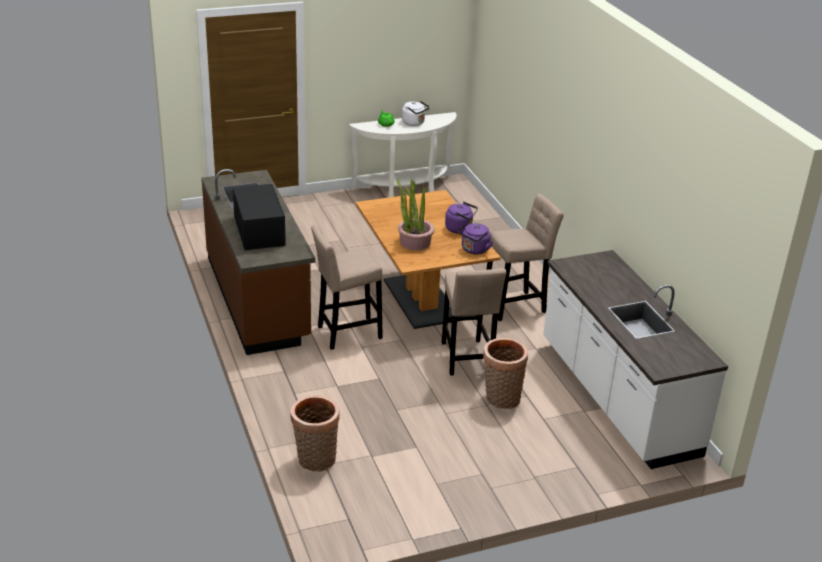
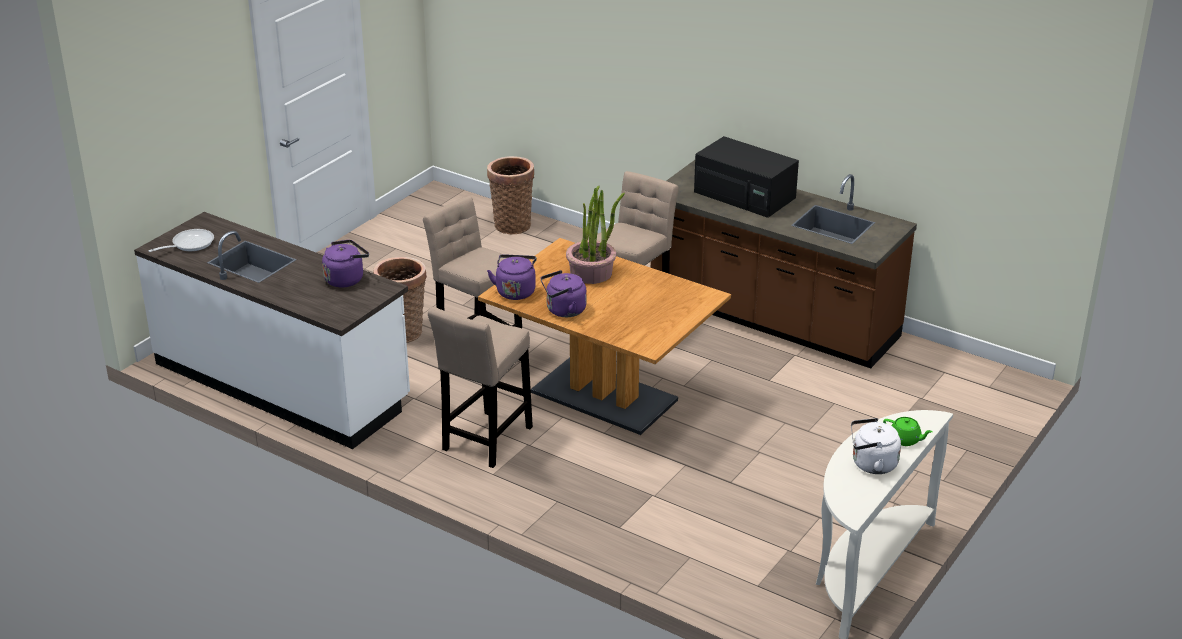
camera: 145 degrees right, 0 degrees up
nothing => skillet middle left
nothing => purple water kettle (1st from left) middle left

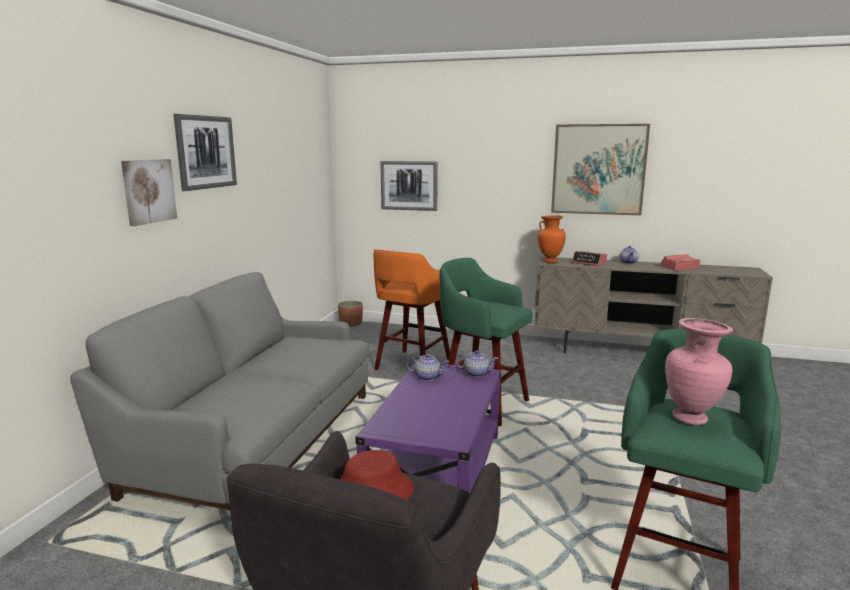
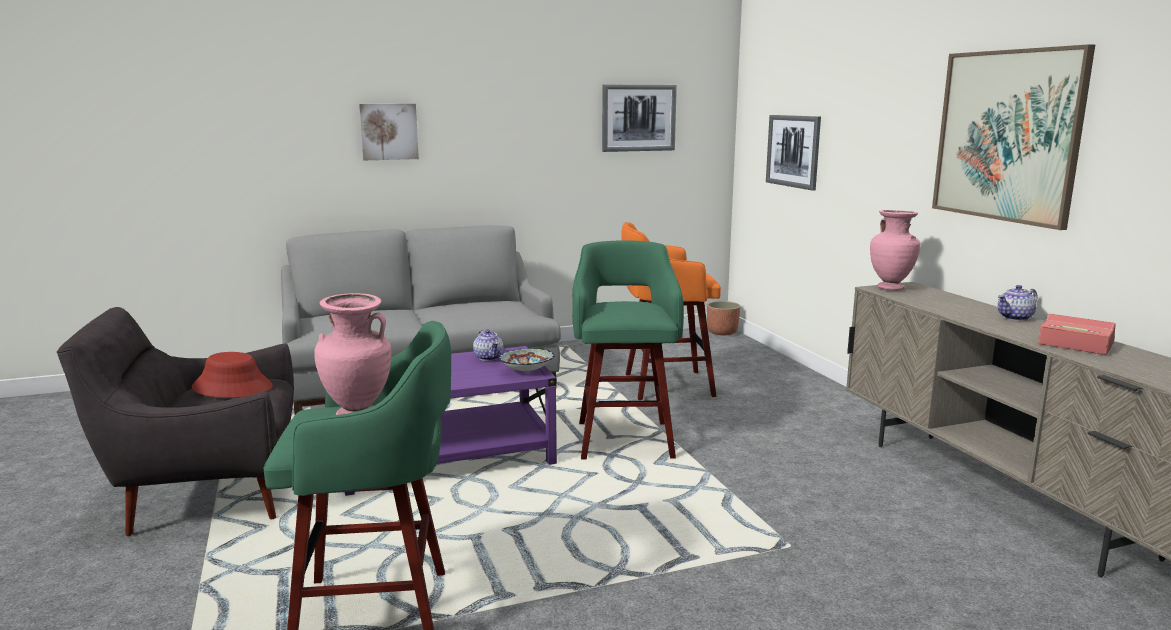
camera: 55 degrees right, 0 degrees up
wall picture (2nd from left) top left => wall picture (2nd from left) top centre, move
teapot (2nd from left) centre => deep dish centre
orangey vase centre => pink-coloured vase (2nd from left) middle right
bedside clock (1st from left) middle right => nothing

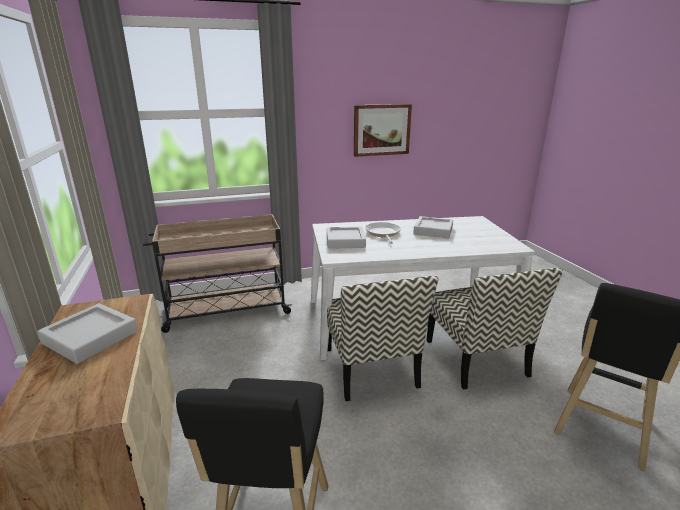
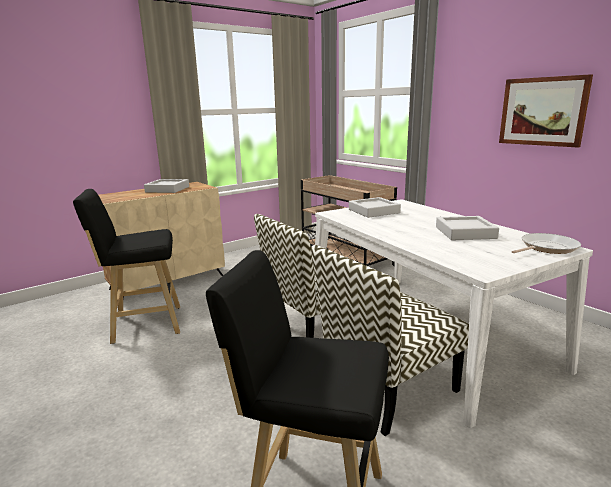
camera: 70 degrees right, 5 degrees down
skillet centre => skillet middle right, move

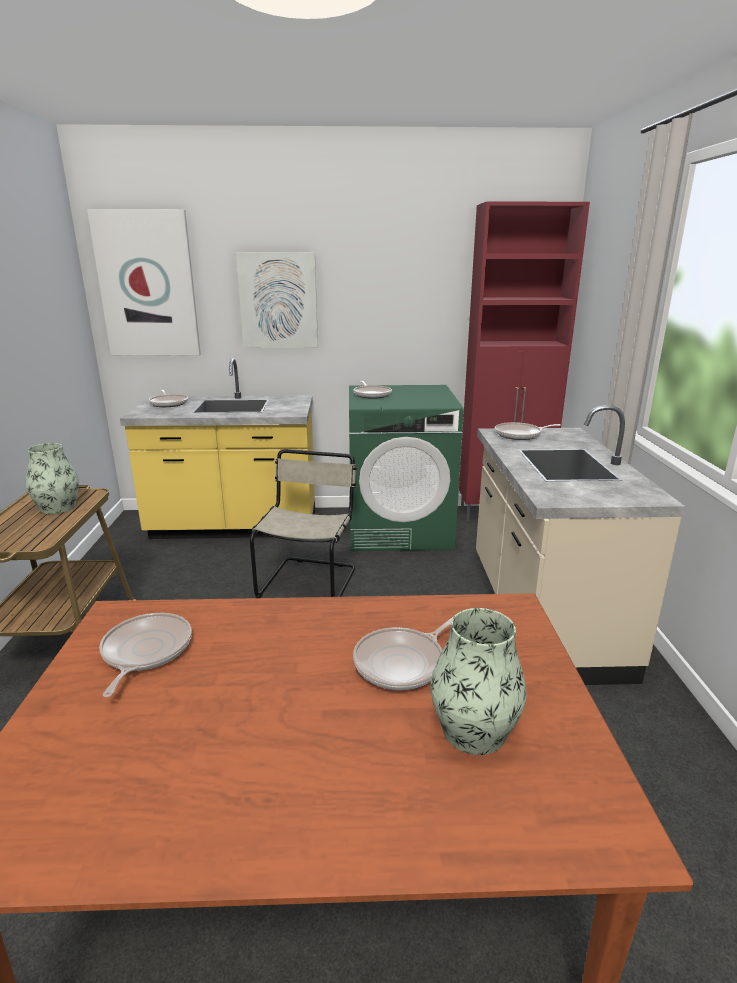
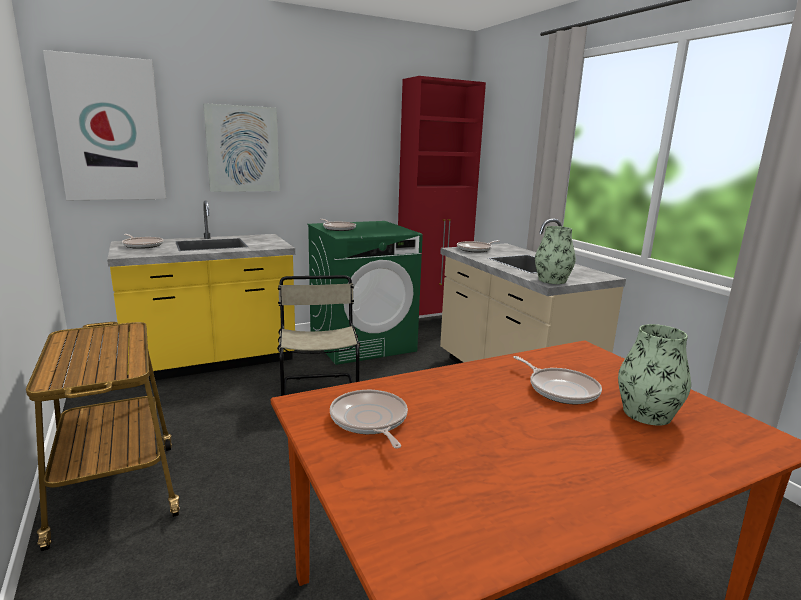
camera: 25 degrees left, 5 degrees down
vase (1st from left) middle left => vase (1st from left) middle right, move
skillet (4th from left in the first image) centre => skillet (5th from left) middle right, 60 degrees counterclockwise

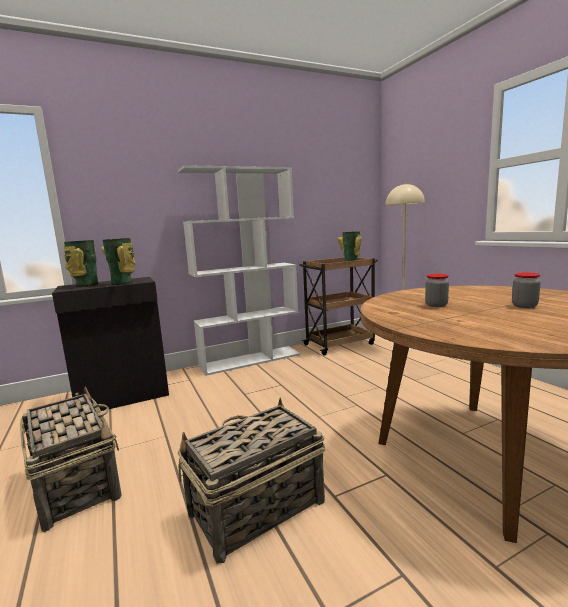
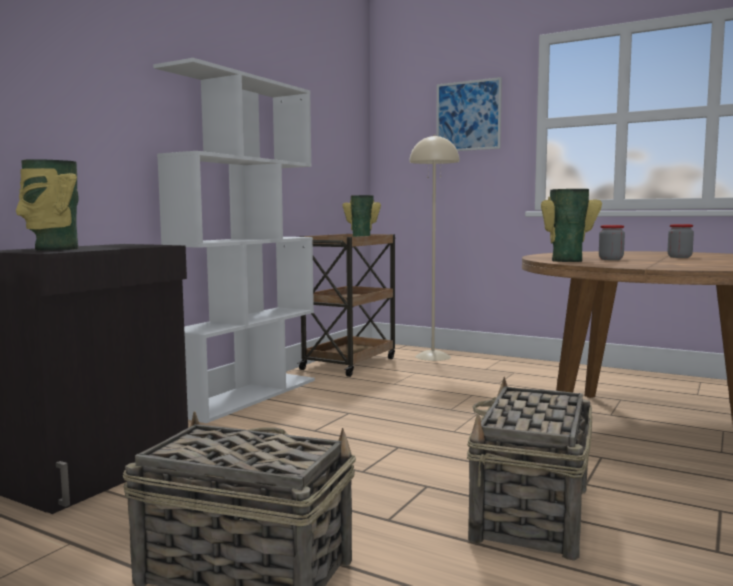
camera: 35 degrees left, 5 degrees down
vase (2nd from left in the first image) middle left => vase (3rd from left) middle right, move
nothing => wall picture top centre

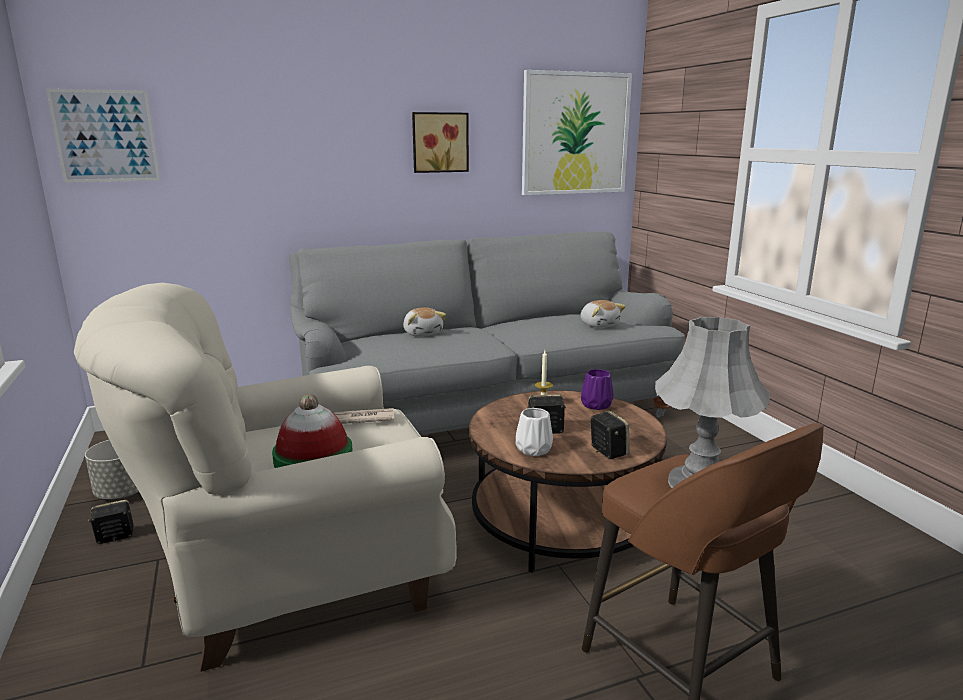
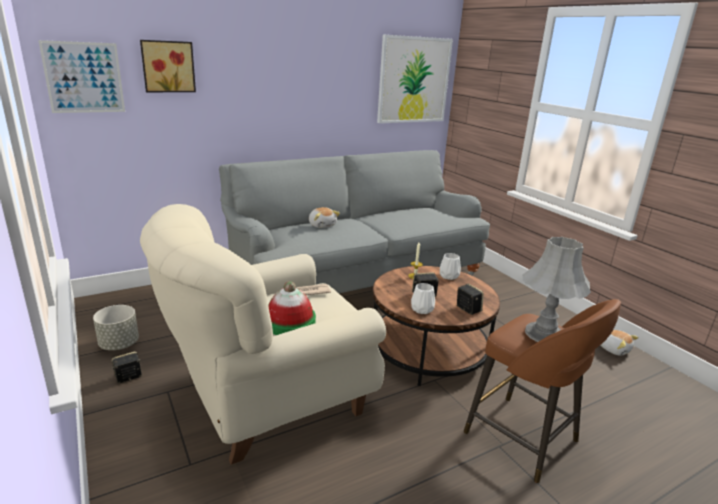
camera: 10 degrees left, 5 degrees up
wall picture (2nd from left) top centre => wall picture (2nd from left) top left, move
cuddly toy (2nd from left) centre => cuddly toy (2nd from left) bottom right, move
purple vase centre => white vase (2nd from left) centre

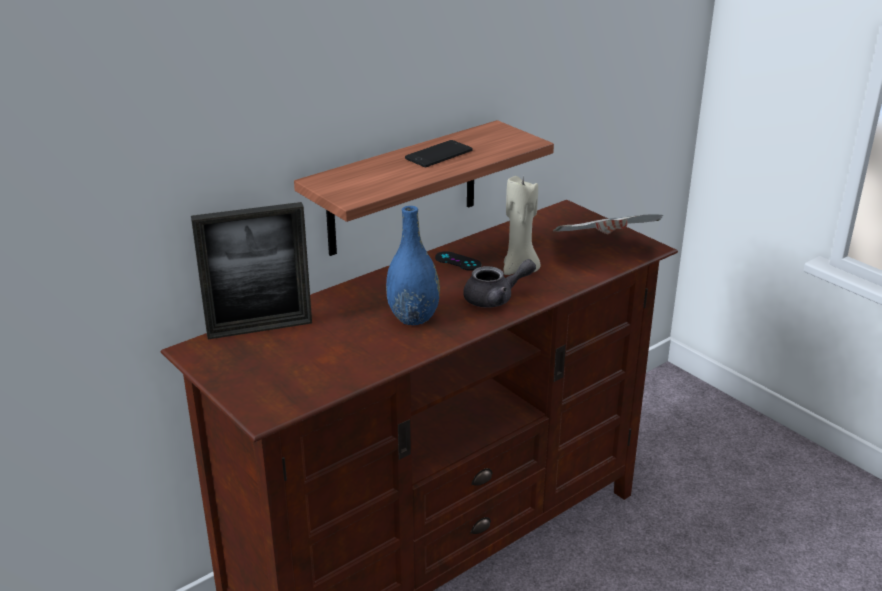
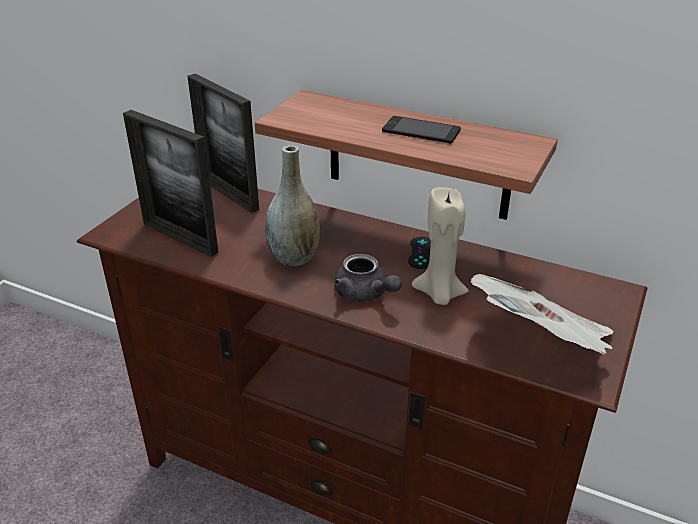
camera: 65 degrees right, 5 degrees up
bluish vase centre => greyish vase centre
nothing => standing frame (1st from left) middle left

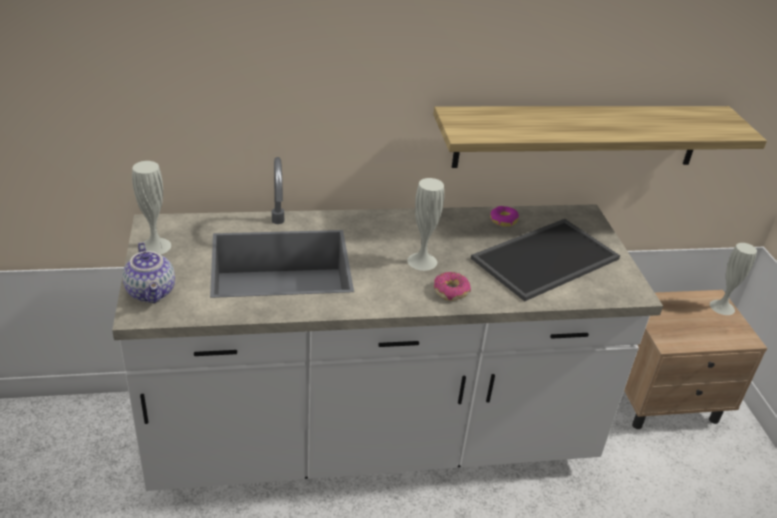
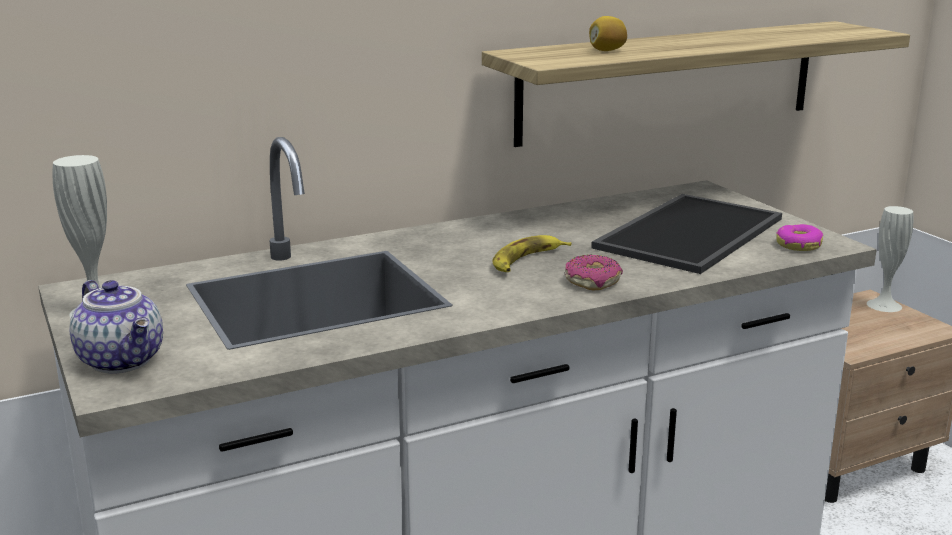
camera: 15 degrees left, 15 degrees down
white vase (2nd from left) centre => whole banana centre
doughnut (2nd from left) centre => doughnut (2nd from left) middle right, move
nothing => citrus fruit top centre

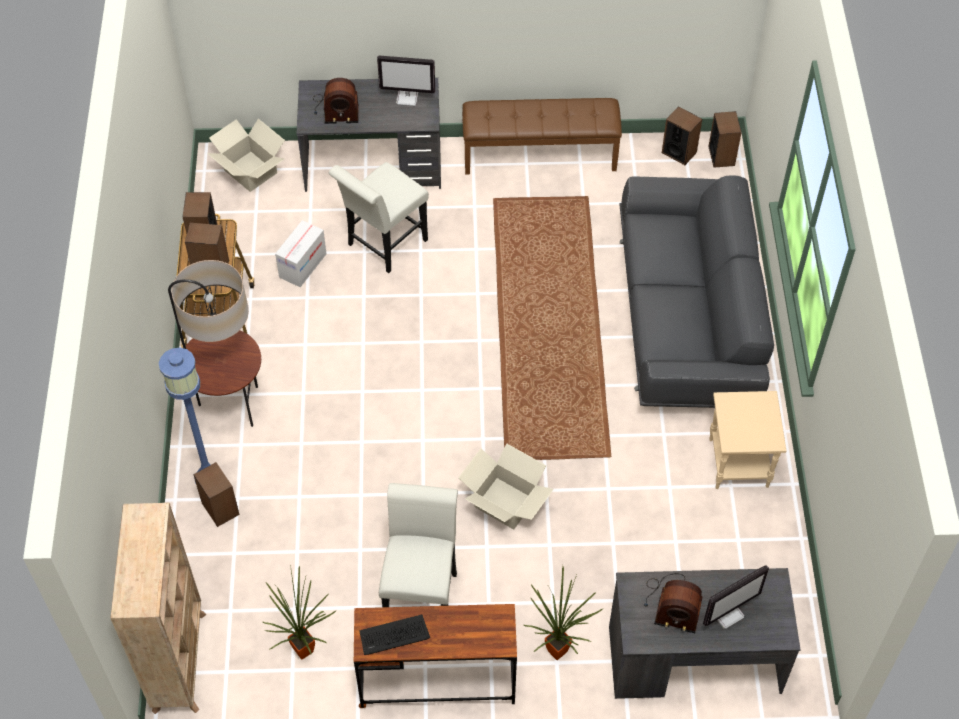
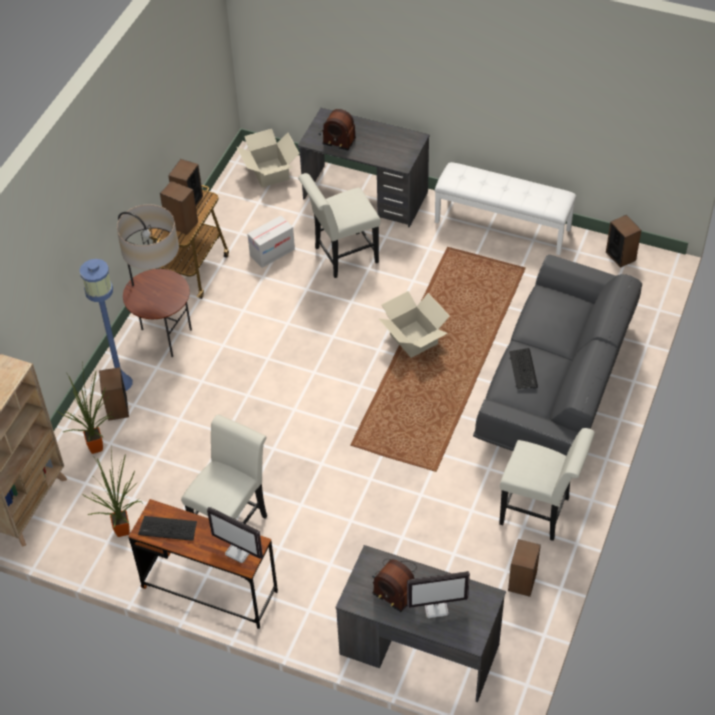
camera: 25 degrees right, 5 degrees down
computer display (1st from left) top centre => computer display (1st from left) bottom left, move
packing box (3rd from left) bottom centre => packing box (3rd from left) centre, move
brownish indoor bench top centre => white indoor bench top right
potted plant (2nd from left in the first image) bottom centre => potted plant (1st from left) middle left, move
loudspeaker (5th from left in the first image) top right => loudspeaker (4th from left) bottom right, move
beige-coloured end table middle right => white upright chair (3rd from left) bottom right
nothing => computer keyboard (2nd from left) middle right

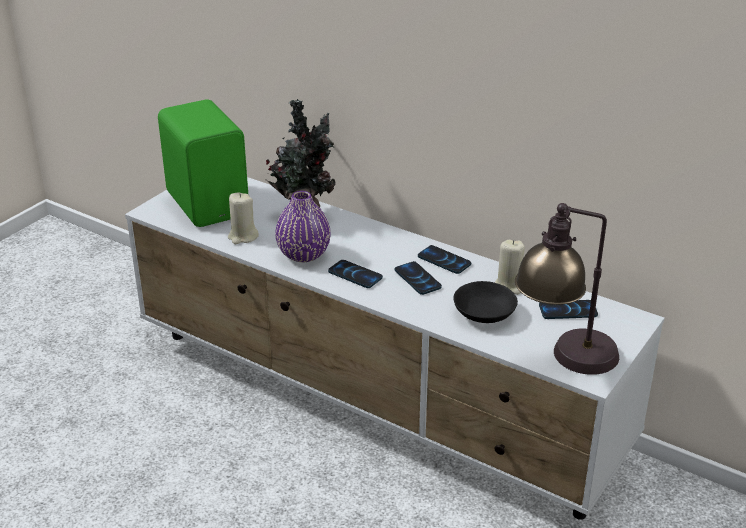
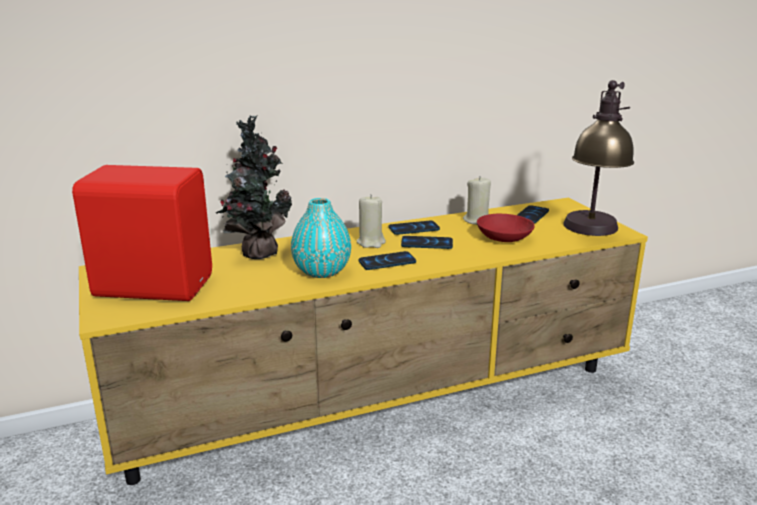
camera: 55 degrees left, 10 degrees down
white media console centre => yellowish media console bottom centre
greenish loudspeaker top left => red-coloured loudspeaker middle left
beige-coloured wax candle (1st from left) middle left => beige-coloured wax candle (1st from left) centre, move
purple vase centre => turquoise vase centre
blackish deep dish centre => red-coloured deep dish middle right

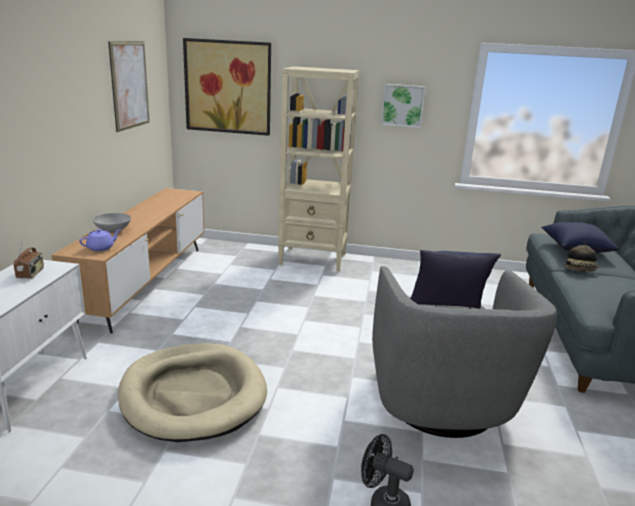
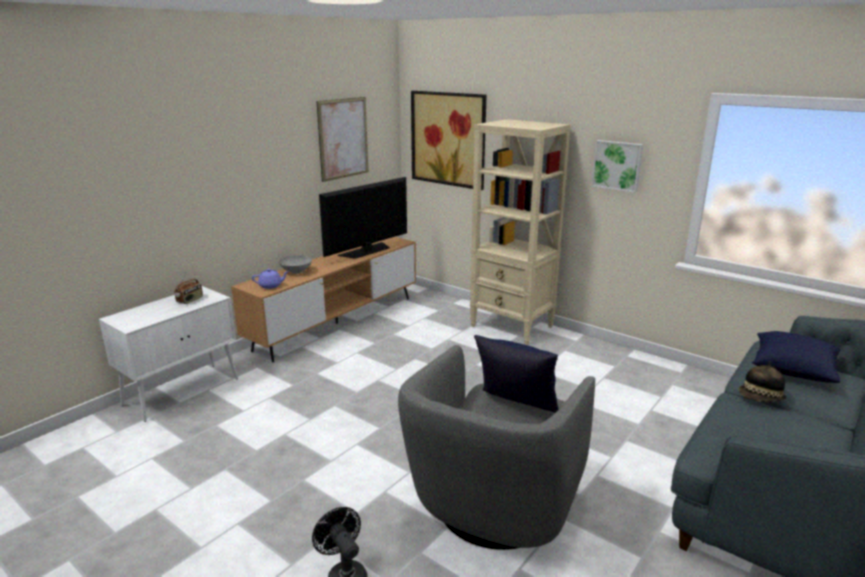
camera: 30 degrees right, 0 degrees up
beige-coloured dog bed bottom left => nothing
nothing => television centre

